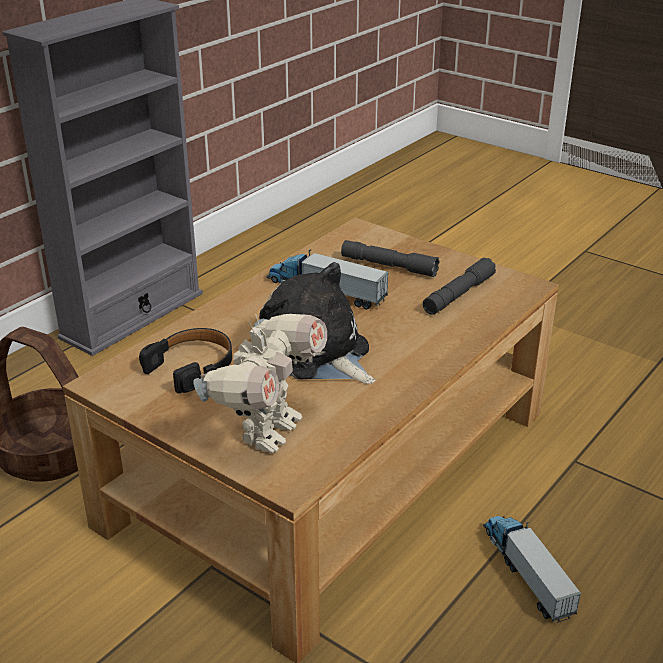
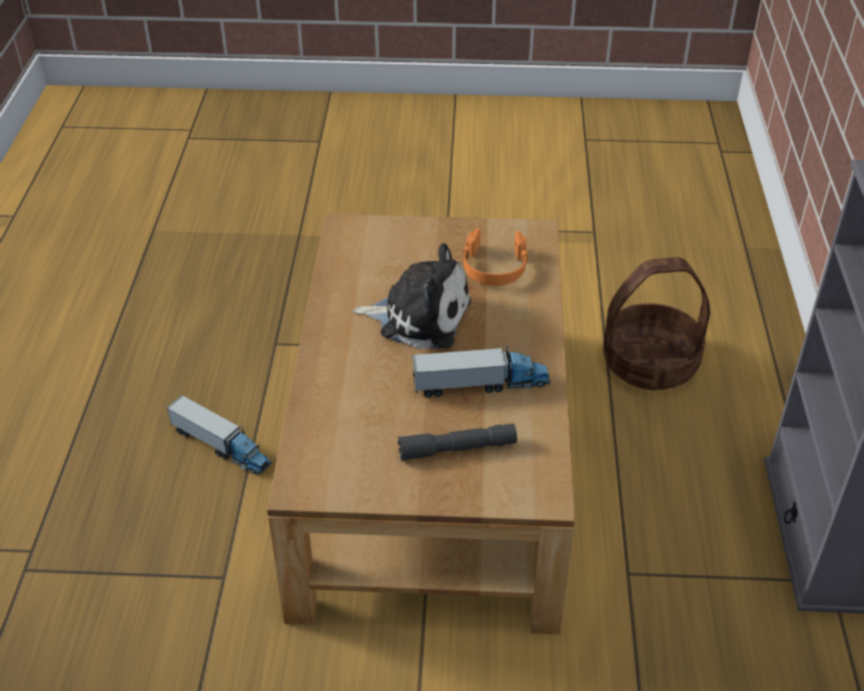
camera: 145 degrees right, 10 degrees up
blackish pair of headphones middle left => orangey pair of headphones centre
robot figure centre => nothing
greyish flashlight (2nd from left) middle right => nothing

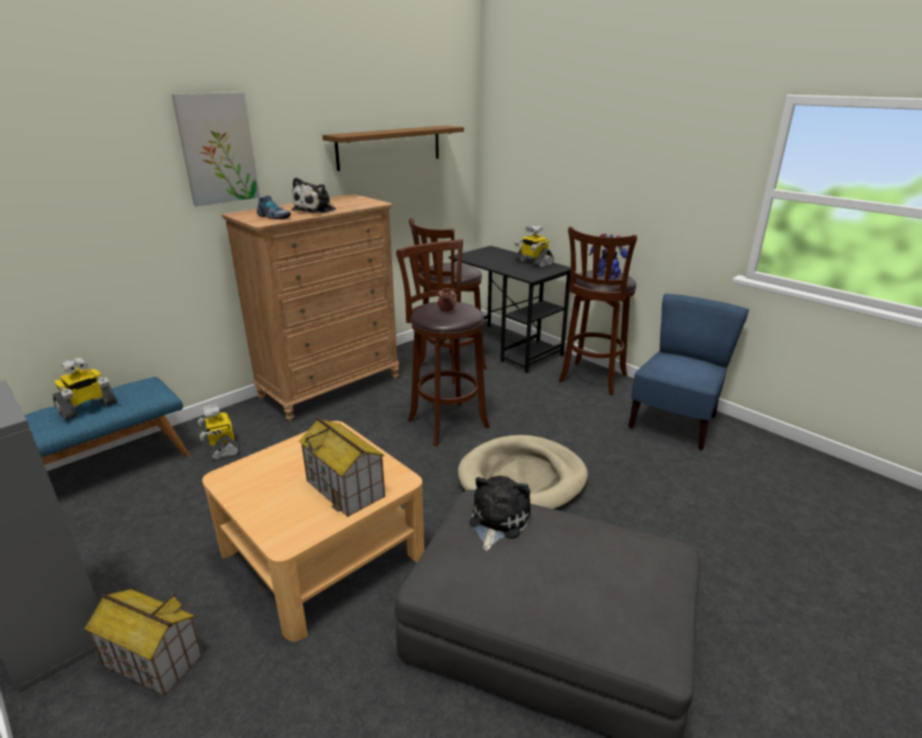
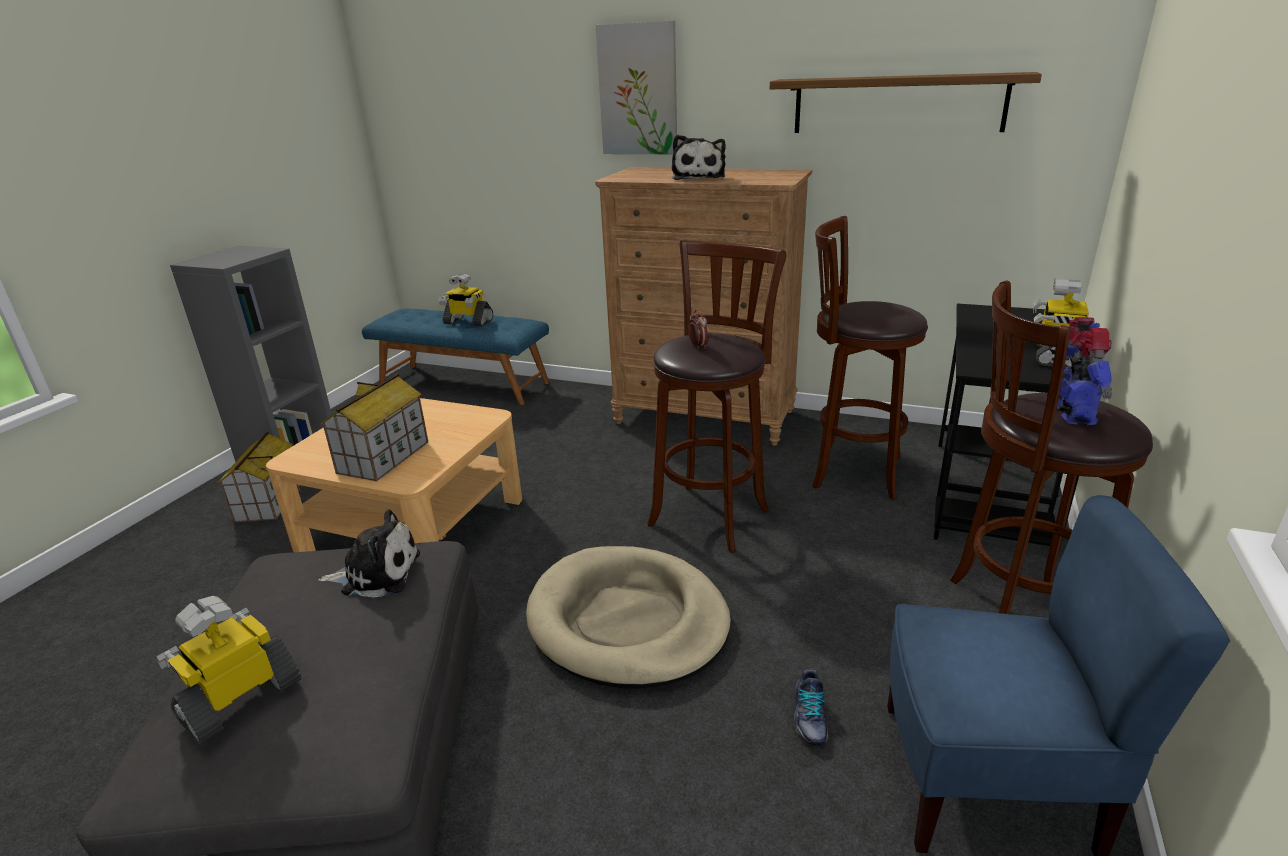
camera: 65 degrees right, 0 degrees up
robot figure (2nd from left in the first image) middle left => robot figure (1st from left) bottom left, move
shoe top left => shoe bottom centre, move
cuddly toy (1st from left in the first image) top centre => cuddly toy (2nd from left) top centre, 90 degrees counterclockwise

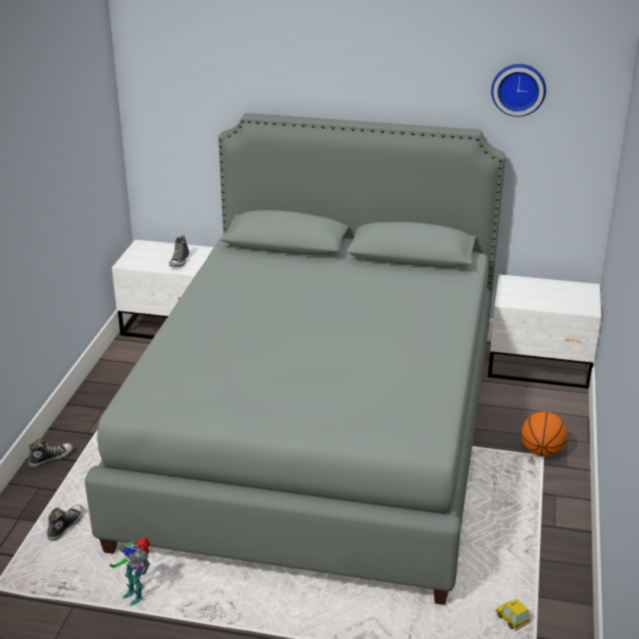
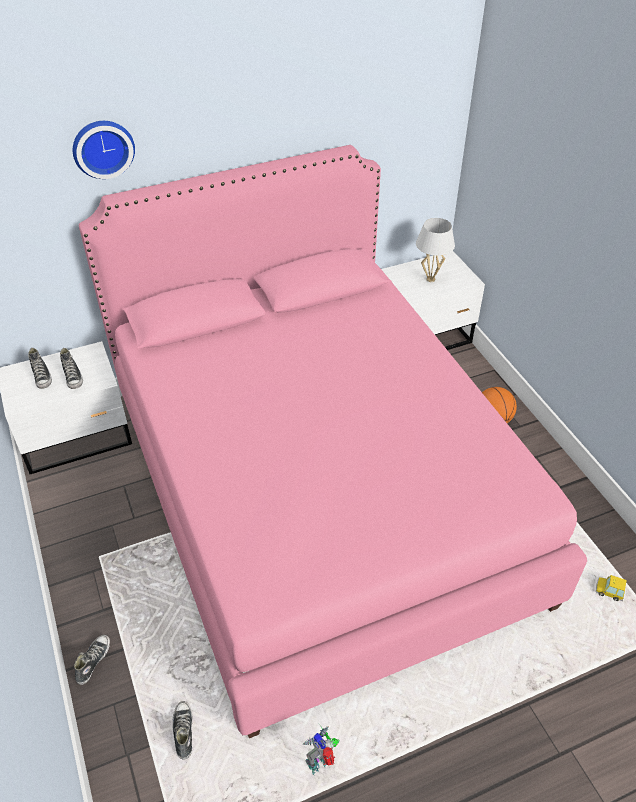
camera: 35 degrees left, 15 degrees up
greyish sleeping bed centre => pink-coloured sleeping bed centre
robot figure bottom left => robot figure bottom centre, 135 degrees clockwise
wall clock top right => wall clock top left, move
nothing => shoe (1st from left) middle left
nothing => white table lamp top right

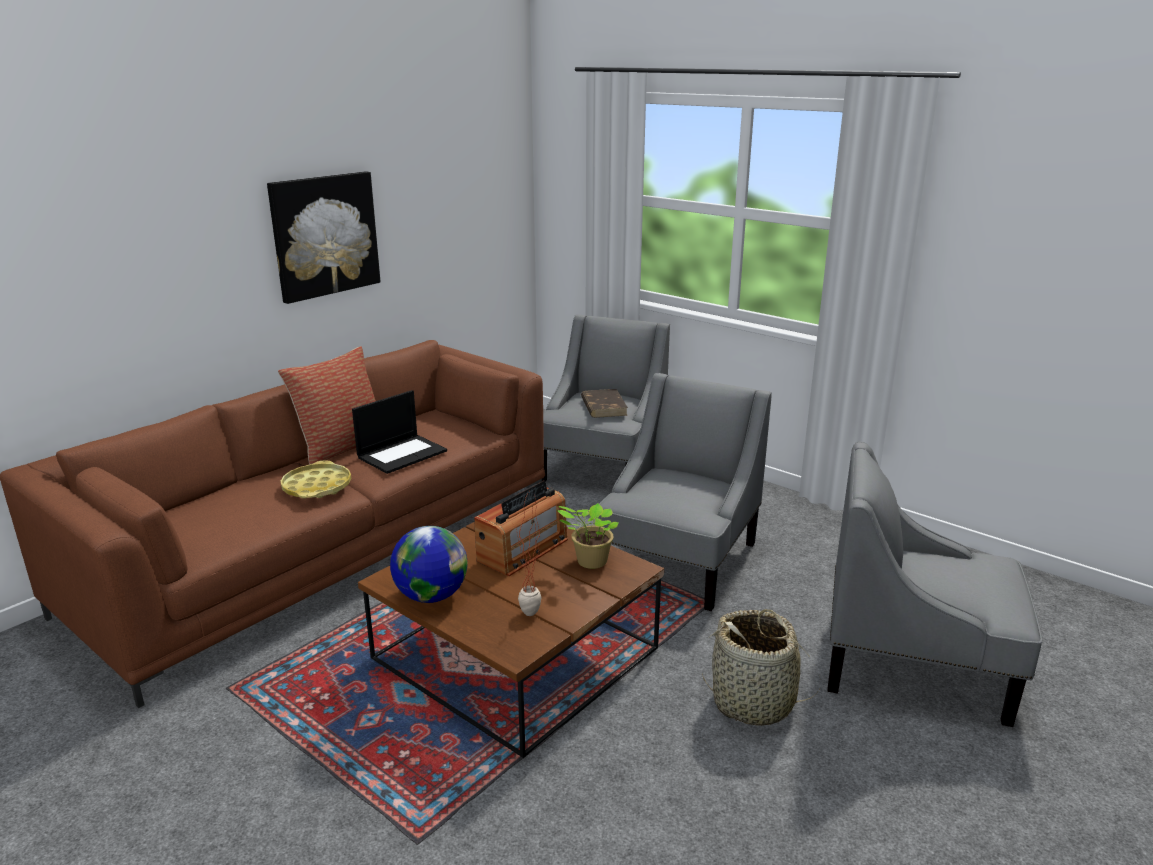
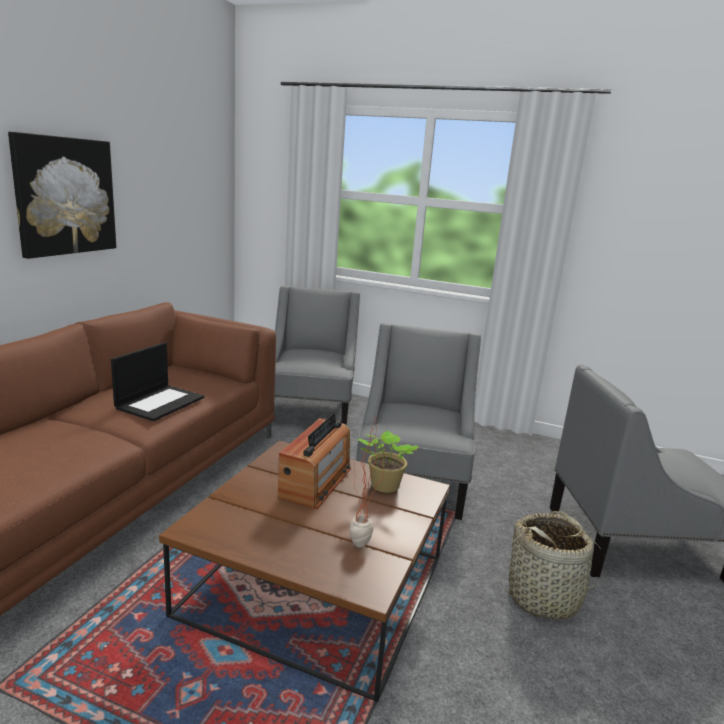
camera: 20 degrees left, 5 degrees down
pillow middle left => nothing
yellowish tray middle left => nothing
desk globe centre => nothing
brownish volume centre => nothing

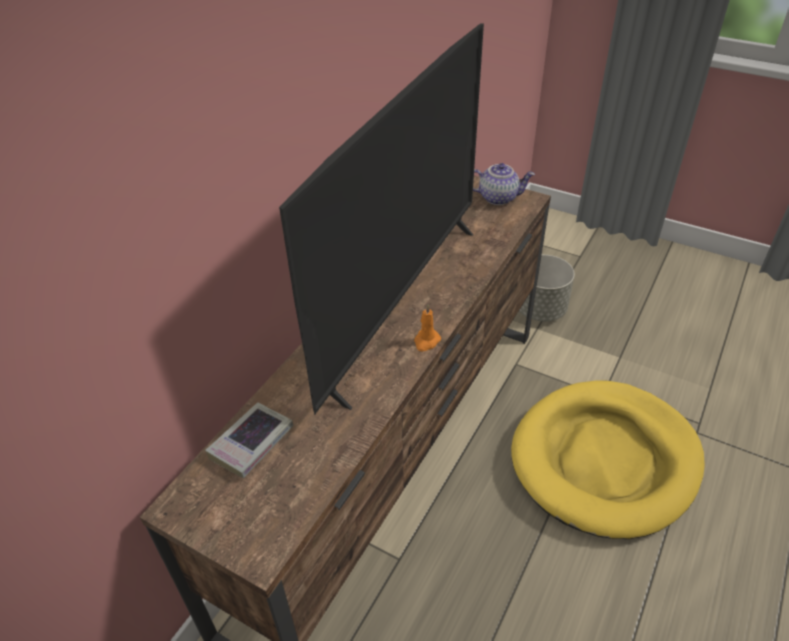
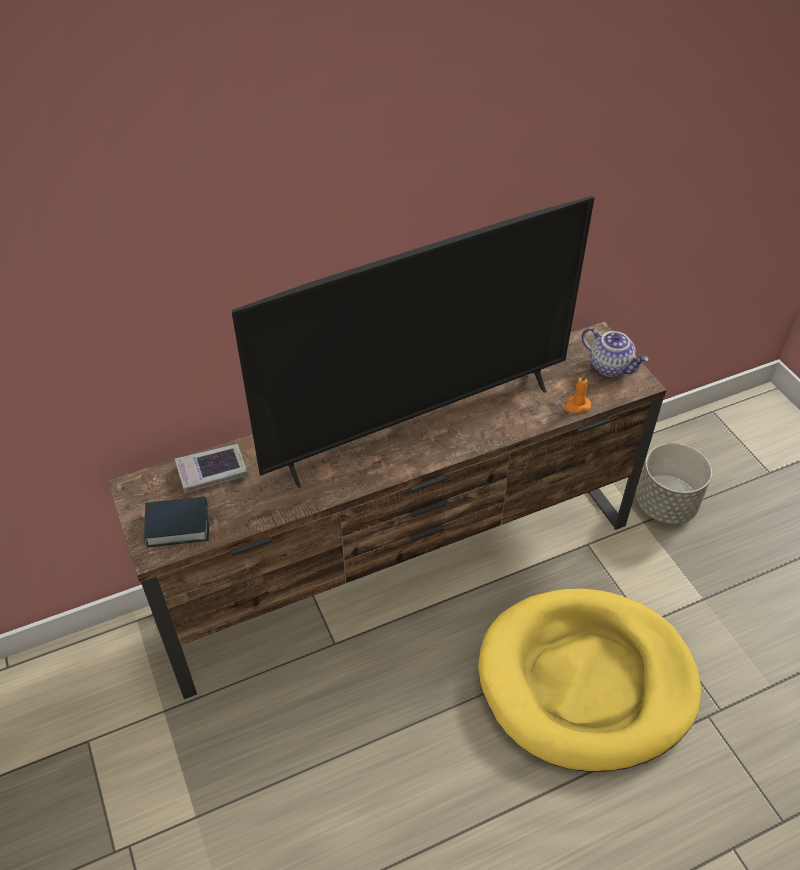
camera: 35 degrees right, 5 degrees up
orangey wax candle centre => orangey wax candle middle right, move
nothing => volume (1st from left) middle left

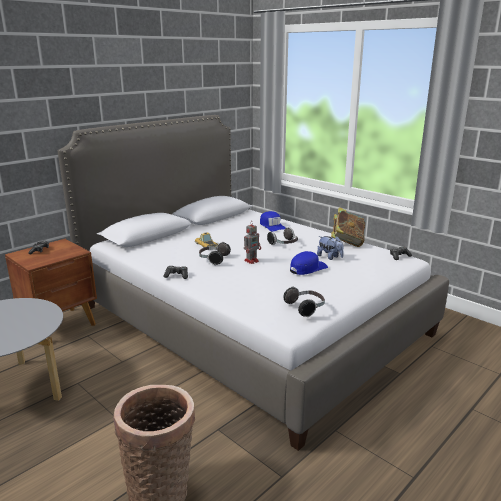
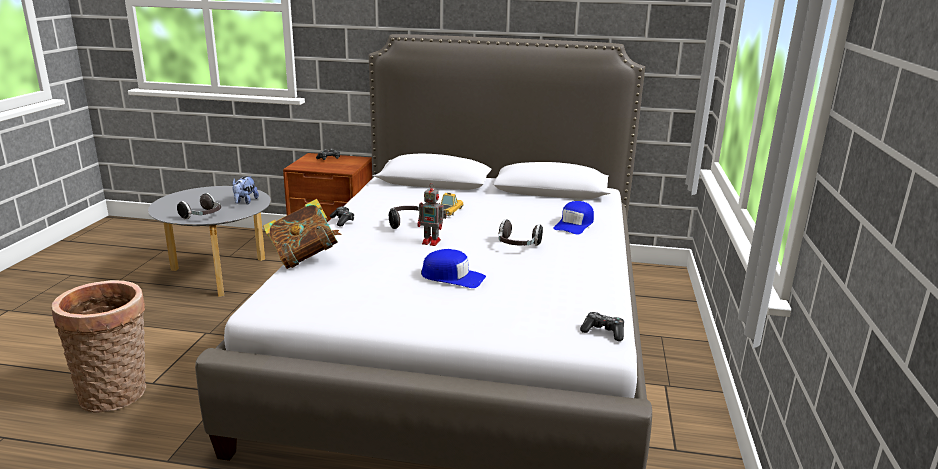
camera: 55 degrees right, 0 degrees up
pair of headphones (3rd from left in the first image) centre => pair of headphones (1st from left) middle left, move
cuddly toy centre => cuddly toy middle left, move
volume middle right => volume middle left, move

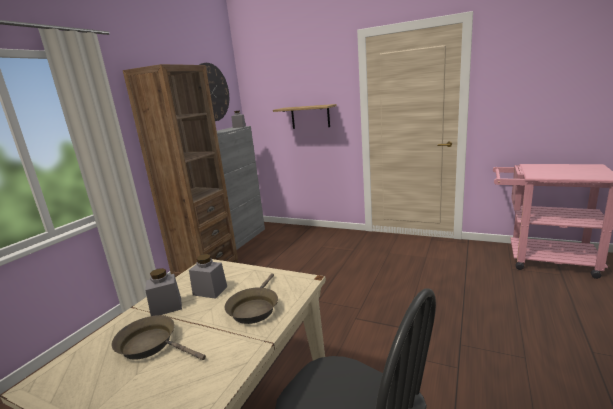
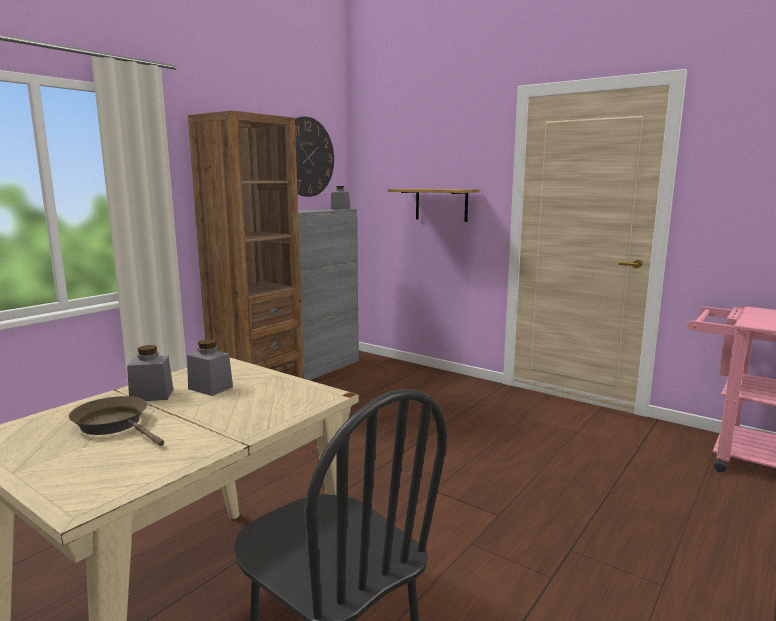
camera: 10 degrees right, 5 degrees down
brownish skillet (2nd from left) bottom centre => nothing

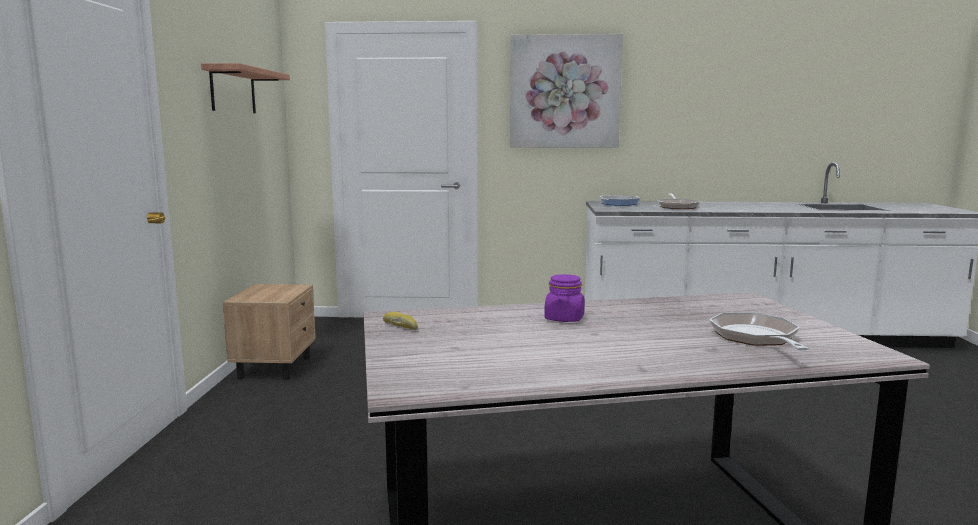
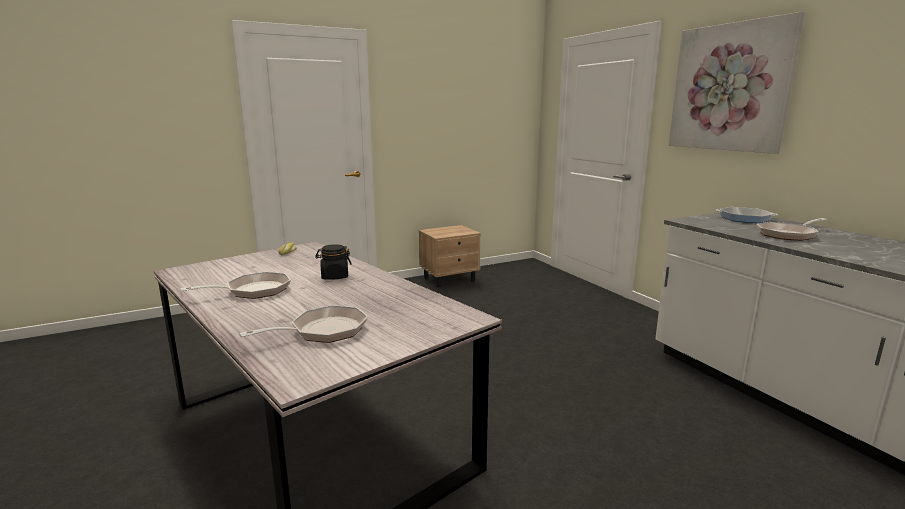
camera: 60 degrees right, 5 degrees up
wall shelf top left => nothing
purple preserve jar centre => blackish preserve jar centre
nothing => skillet (1st from left) middle left

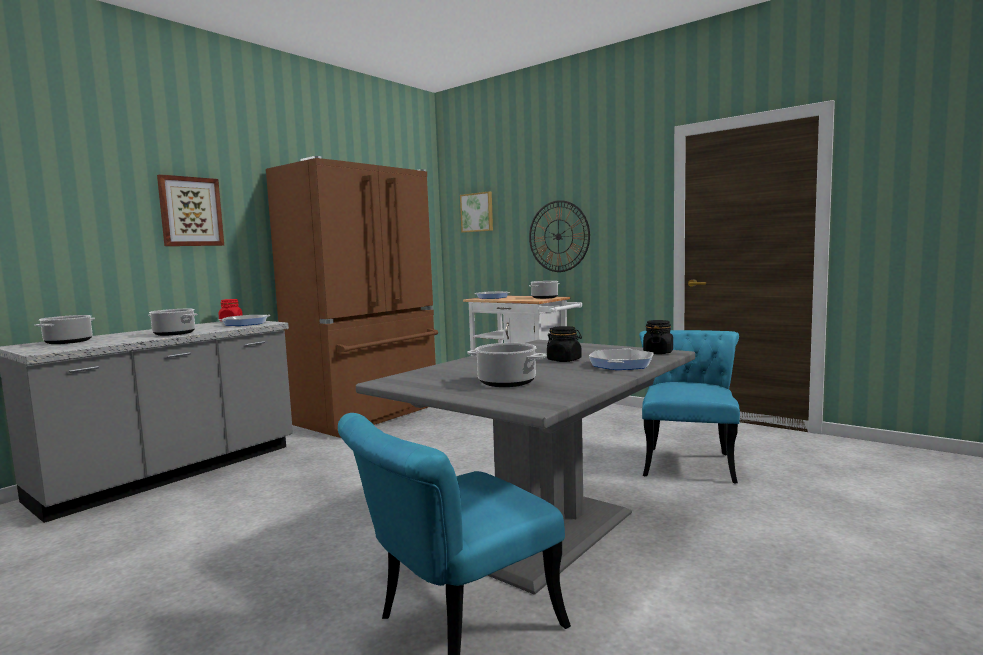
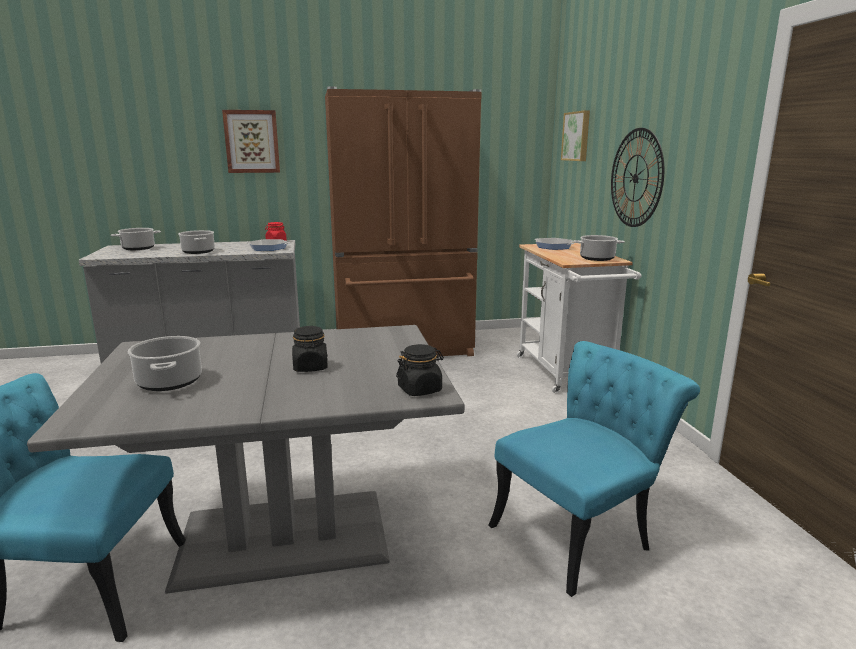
camera: 40 degrees right, 10 degrees up
skillet (3rd from left) centre => nothing

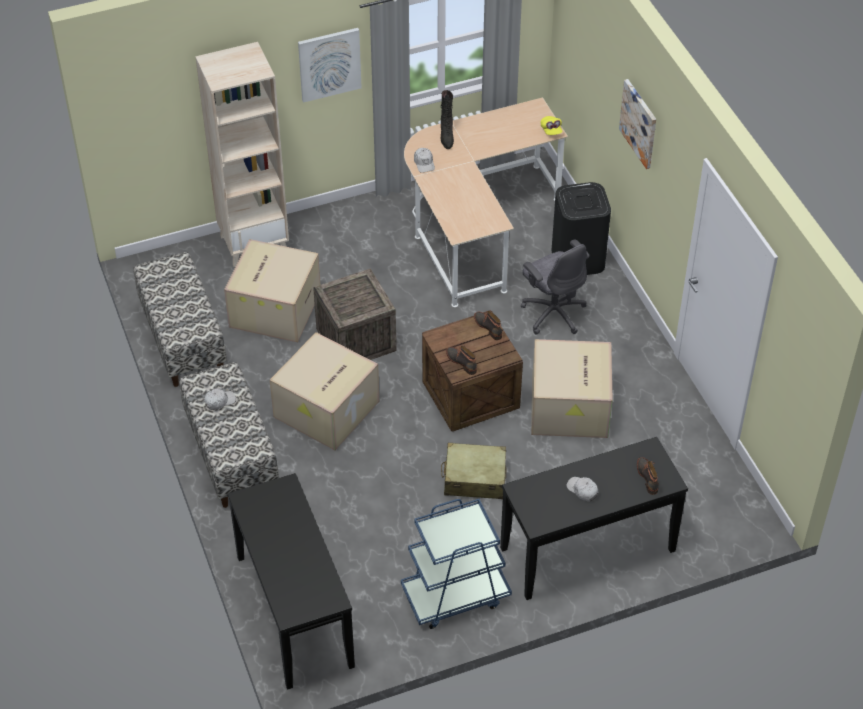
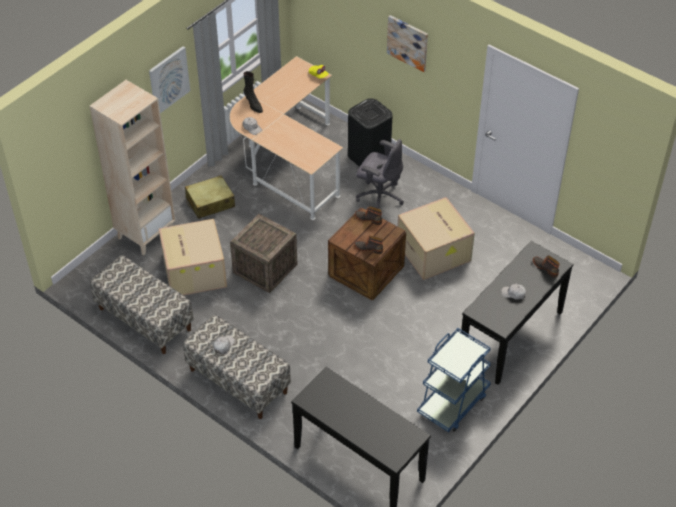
camera: 30 degrees left, 0 degrees up
packing box (2nd from left) centre => nothing
beige-coloured piece of luggage centre => beige-coloured piece of luggage middle left, move

